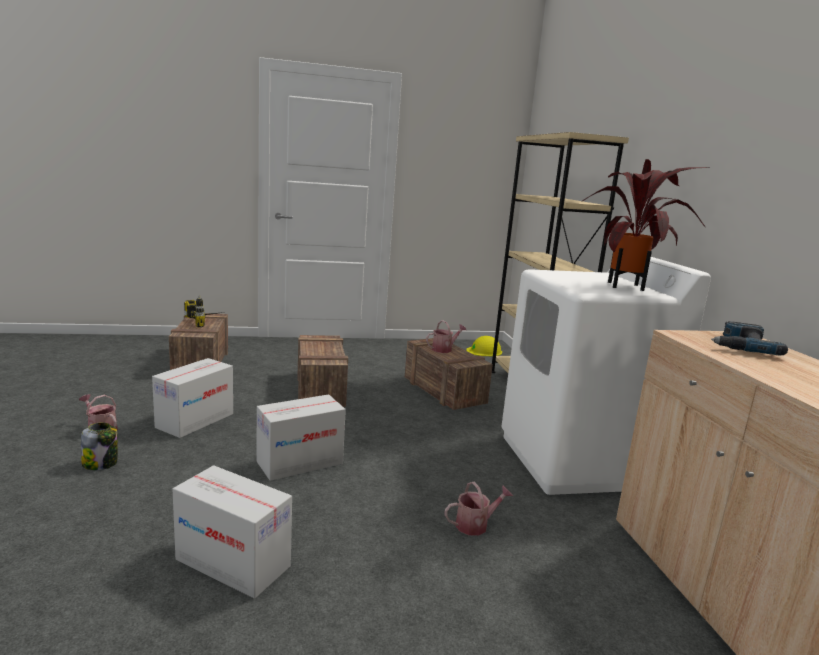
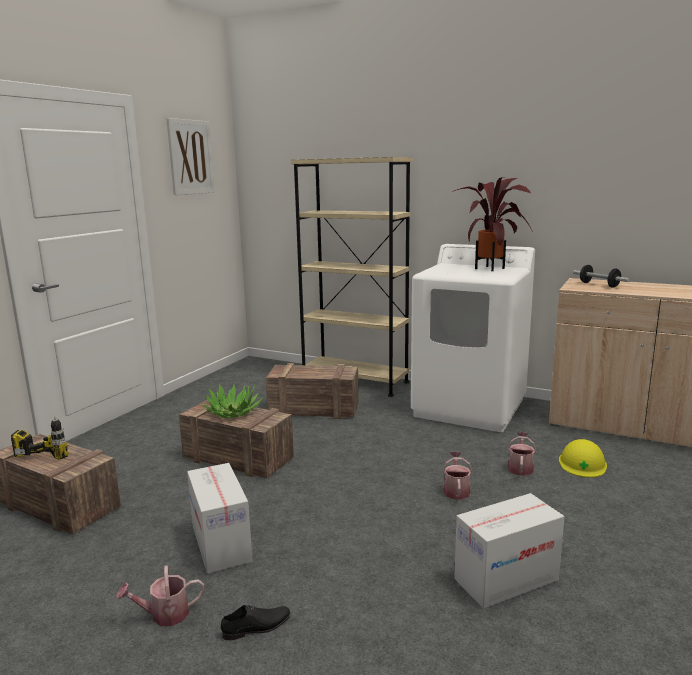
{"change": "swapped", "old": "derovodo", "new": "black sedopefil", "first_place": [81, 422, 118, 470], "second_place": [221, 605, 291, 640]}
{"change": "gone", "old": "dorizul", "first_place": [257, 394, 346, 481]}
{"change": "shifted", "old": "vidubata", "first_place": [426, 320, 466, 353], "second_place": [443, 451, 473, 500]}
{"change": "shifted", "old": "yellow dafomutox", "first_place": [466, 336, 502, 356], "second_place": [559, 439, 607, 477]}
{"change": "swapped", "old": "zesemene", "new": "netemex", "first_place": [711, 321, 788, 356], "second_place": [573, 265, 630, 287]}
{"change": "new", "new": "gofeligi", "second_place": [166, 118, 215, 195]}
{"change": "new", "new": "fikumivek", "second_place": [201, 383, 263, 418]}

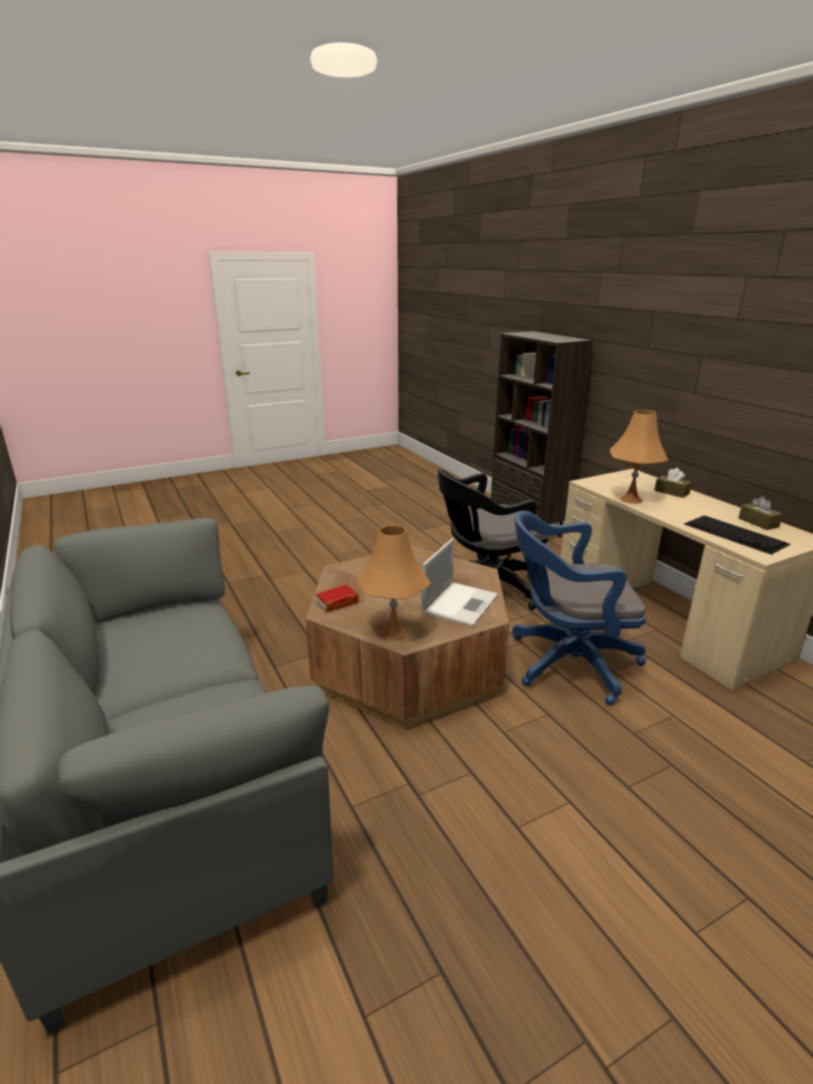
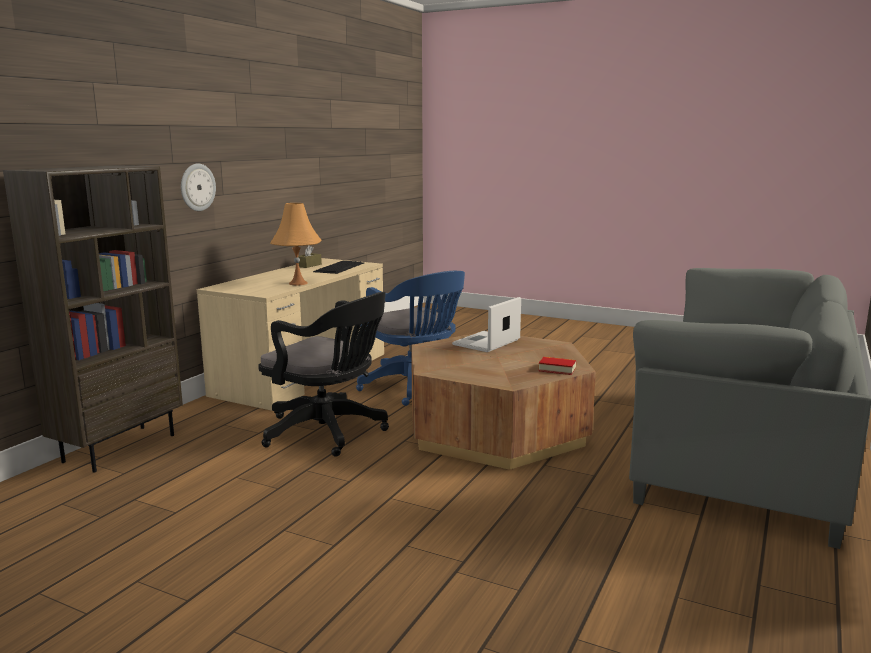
{"change": "gone", "old": "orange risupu", "first_place": [356, 525, 431, 640]}
{"change": "rotated", "old": "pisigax", "first_place": [422, 538, 498, 627], "second_place": [452, 297, 521, 352], "degrees": -45}
{"change": "gone", "old": "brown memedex", "first_place": [654, 468, 692, 498]}
{"change": "new", "new": "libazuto", "second_place": [181, 163, 216, 211]}

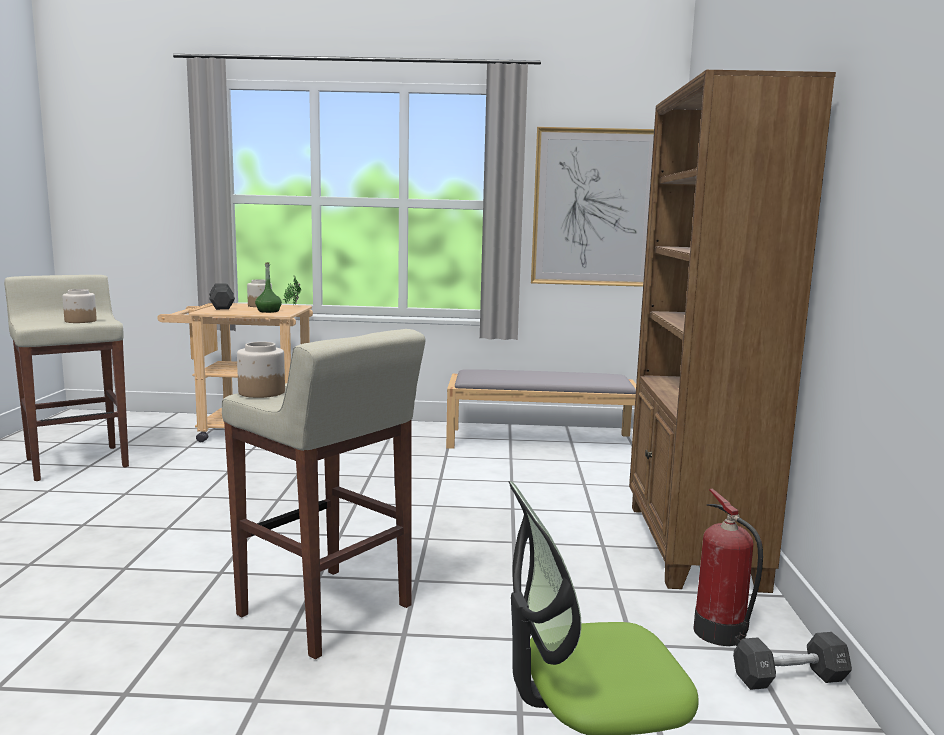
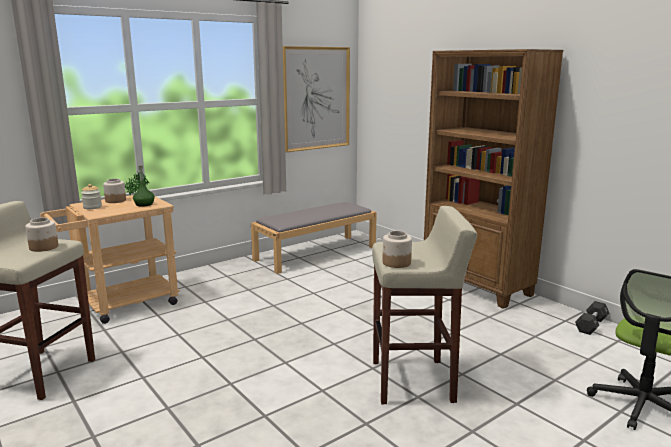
{"change": "swapped", "old": "black netemex", "new": "derovodo", "first_place": [209, 283, 235, 310], "second_place": [81, 184, 102, 209]}
{"change": "gone", "old": "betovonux", "first_place": [694, 489, 763, 646]}

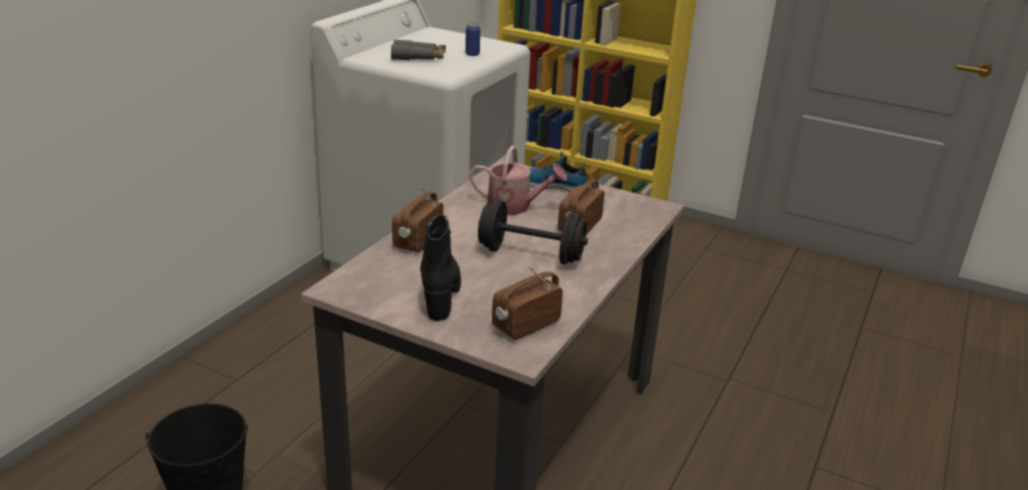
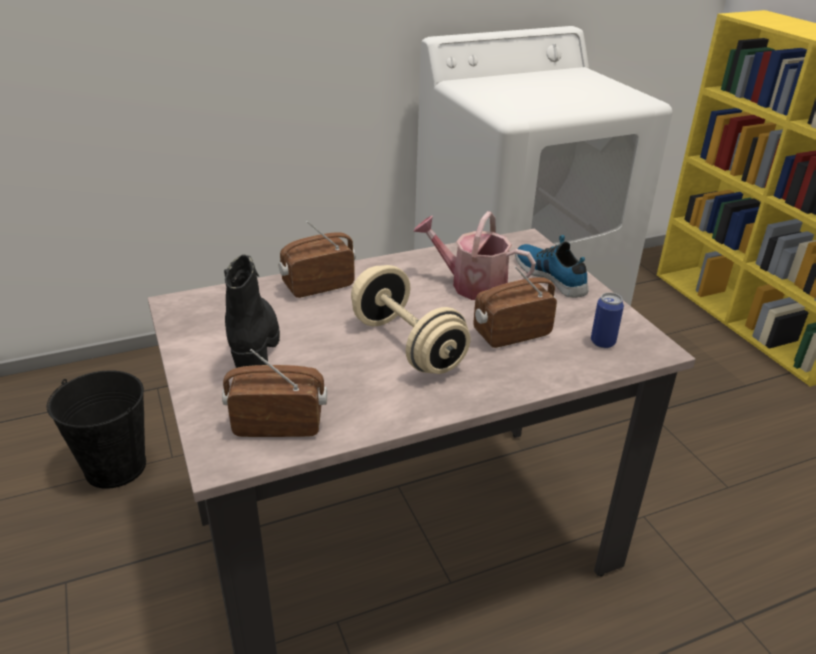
{"change": "gone", "old": "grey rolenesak", "first_place": [391, 39, 446, 60]}
{"change": "rotated", "old": "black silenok", "first_place": [420, 214, 461, 321], "second_place": [224, 254, 280, 368], "degrees": -45}
{"change": "shifted", "old": "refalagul", "first_place": [465, 23, 480, 56], "second_place": [591, 292, 624, 348]}
{"change": "rotated", "old": "vidubata", "first_place": [469, 146, 567, 215], "second_place": [413, 211, 536, 300], "degrees": 150}
{"change": "repainted", "old": "black netemex", "new": "beige netemex", "first_place": [478, 200, 588, 264], "second_place": [351, 265, 470, 374]}

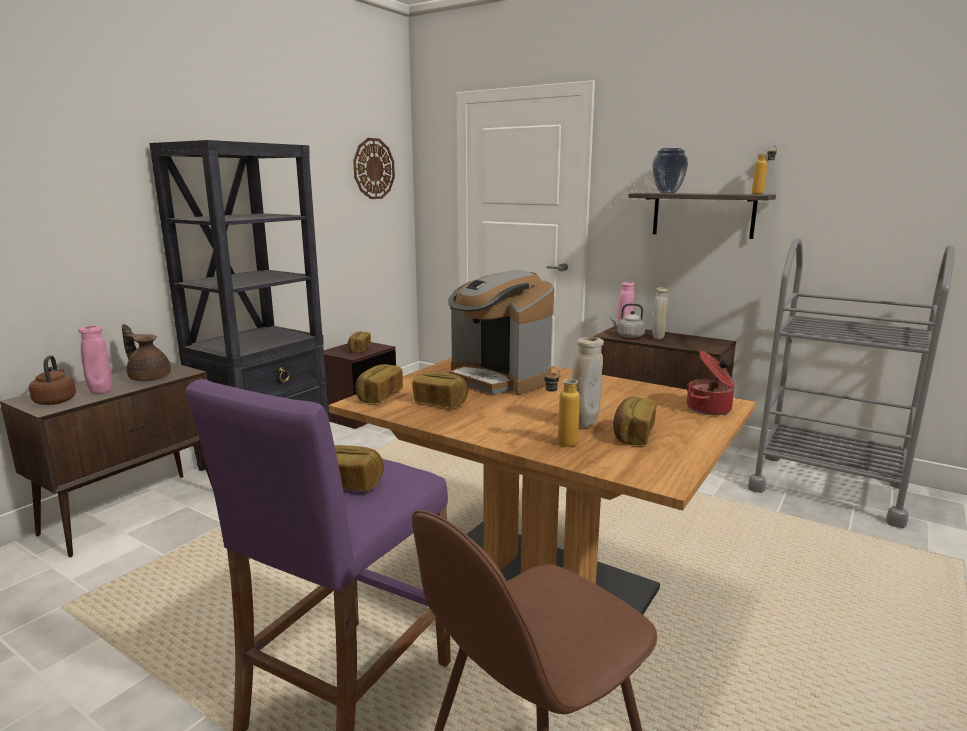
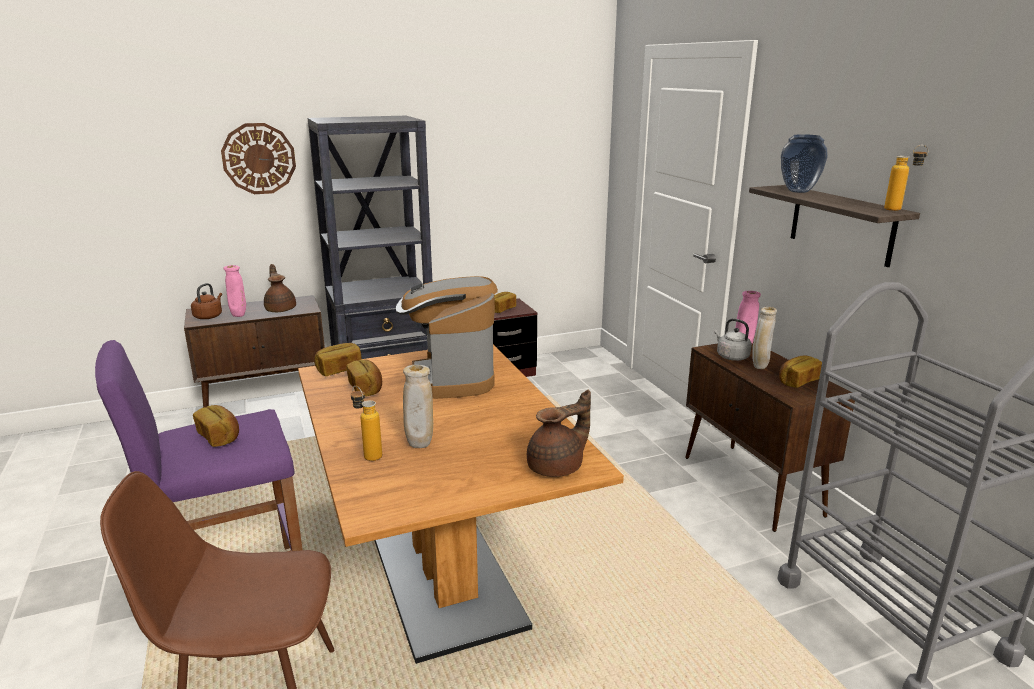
{"change": "shifted", "old": "libazuto", "first_place": [353, 138, 395, 199], "second_place": [221, 123, 296, 194]}
{"change": "shifted", "old": "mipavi", "first_place": [613, 397, 657, 445], "second_place": [779, 355, 822, 388]}
{"change": "swapped", "old": "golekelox", "new": "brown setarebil", "first_place": [687, 351, 735, 415], "second_place": [527, 390, 591, 477]}

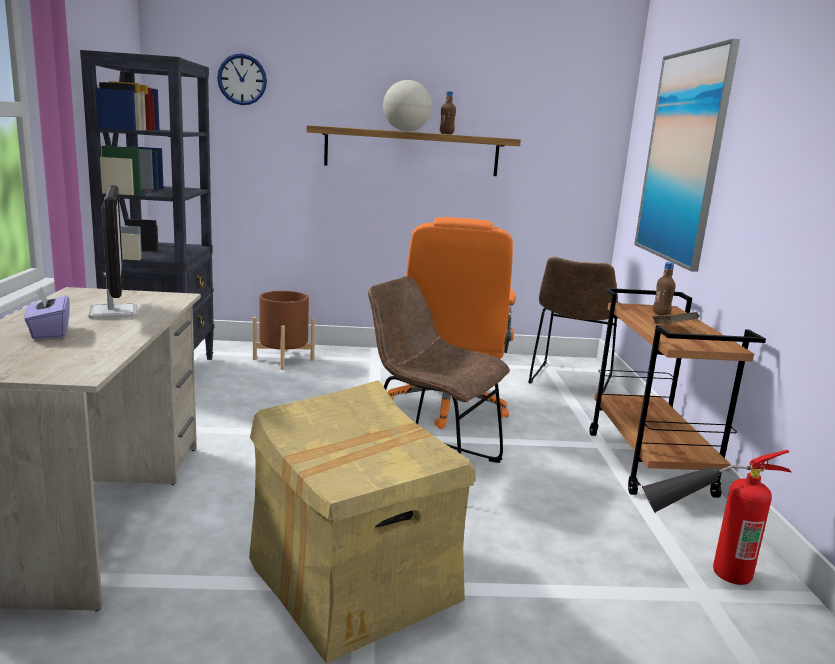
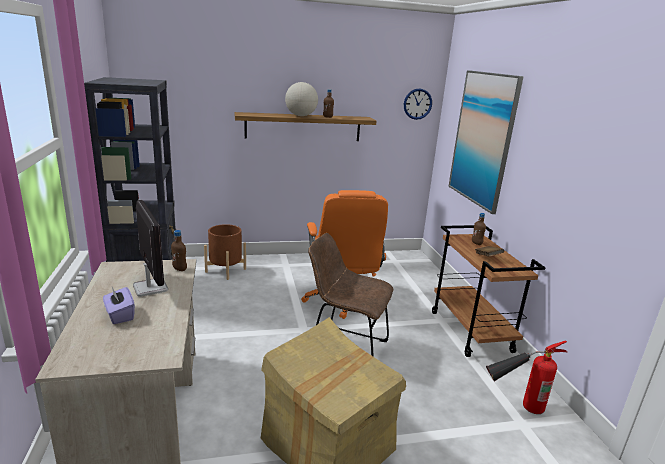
{"change": "shifted", "old": "libazuto", "first_place": [217, 54, 267, 105], "second_place": [404, 88, 432, 120]}
{"change": "gone", "old": "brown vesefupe", "first_place": [528, 257, 619, 394]}
{"change": "new", "new": "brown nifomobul", "second_place": [171, 230, 187, 271]}

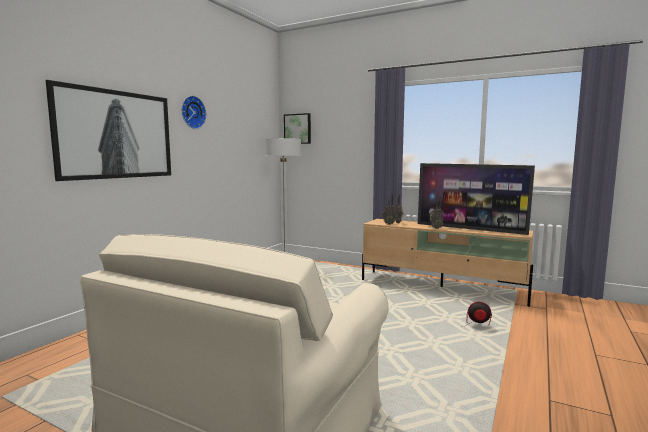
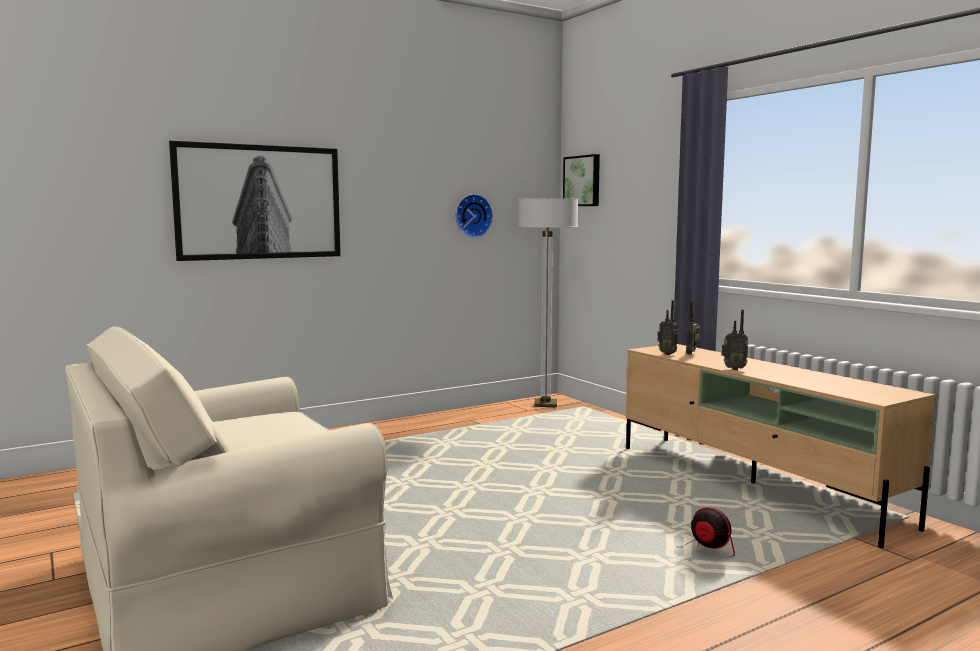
{"change": "shifted", "old": "libazuto", "first_place": [182, 96, 206, 129], "second_place": [455, 194, 493, 238]}
{"change": "gone", "old": "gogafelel", "first_place": [418, 163, 535, 235]}

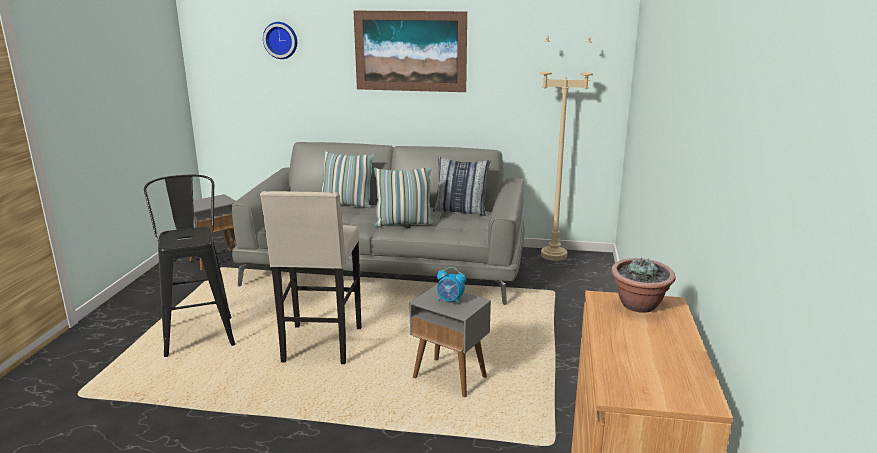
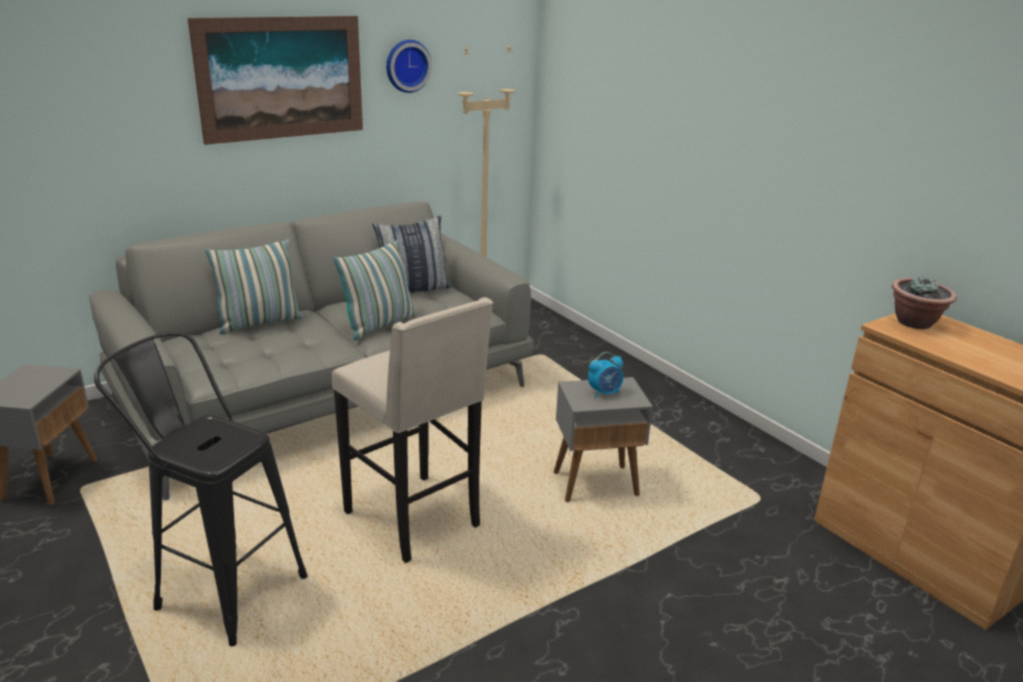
{"change": "shifted", "old": "libazuto", "first_place": [263, 22, 297, 59], "second_place": [386, 40, 432, 93]}

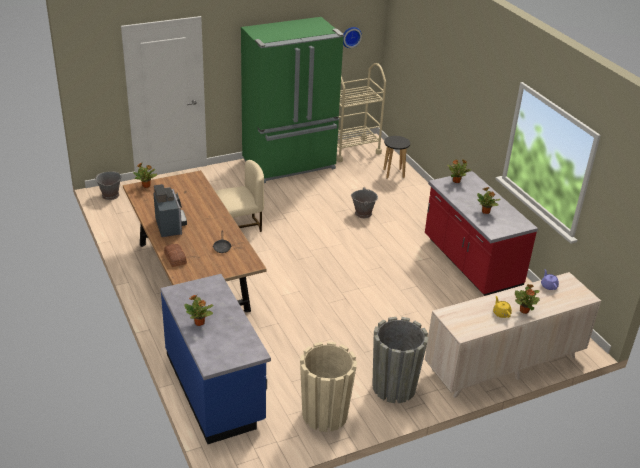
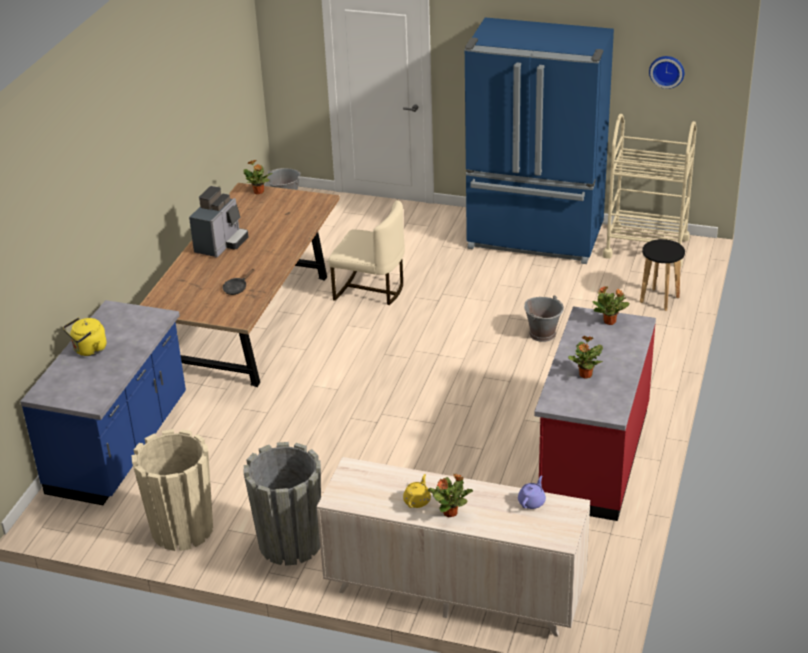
{"change": "gone", "old": "mipavi", "first_place": [164, 244, 187, 267]}
{"change": "swapped", "old": "fikumivek", "new": "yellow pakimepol", "first_place": [184, 294, 214, 326], "second_place": [63, 317, 107, 356]}
{"change": "repainted", "old": "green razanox", "new": "blue razanox", "first_place": [241, 17, 344, 183], "second_place": [464, 17, 614, 264]}

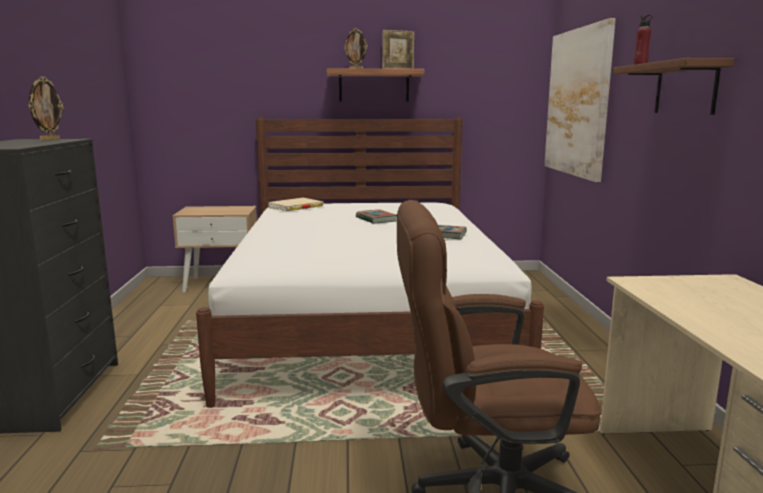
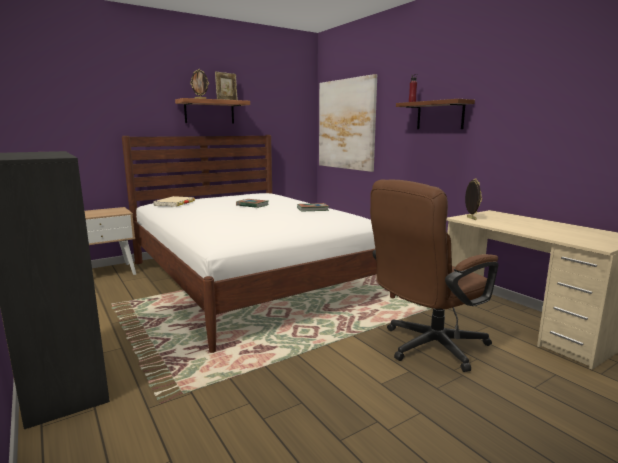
{"change": "shifted", "old": "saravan", "first_place": [29, 76, 63, 141], "second_place": [465, 178, 482, 220]}

